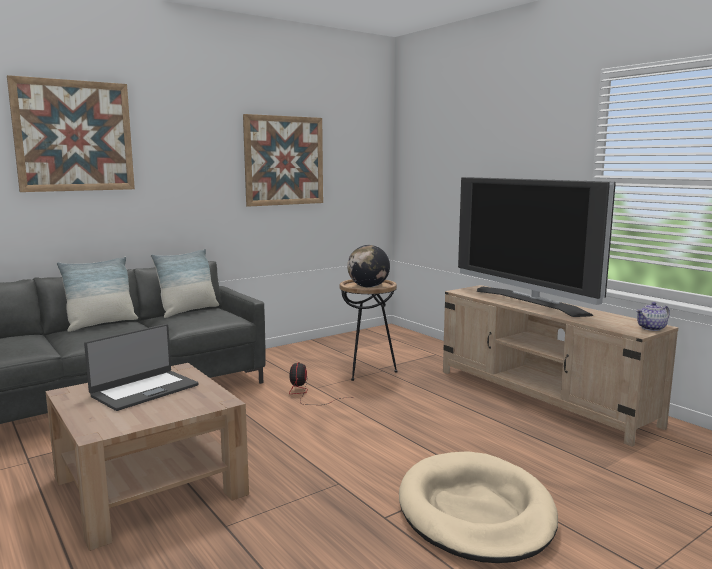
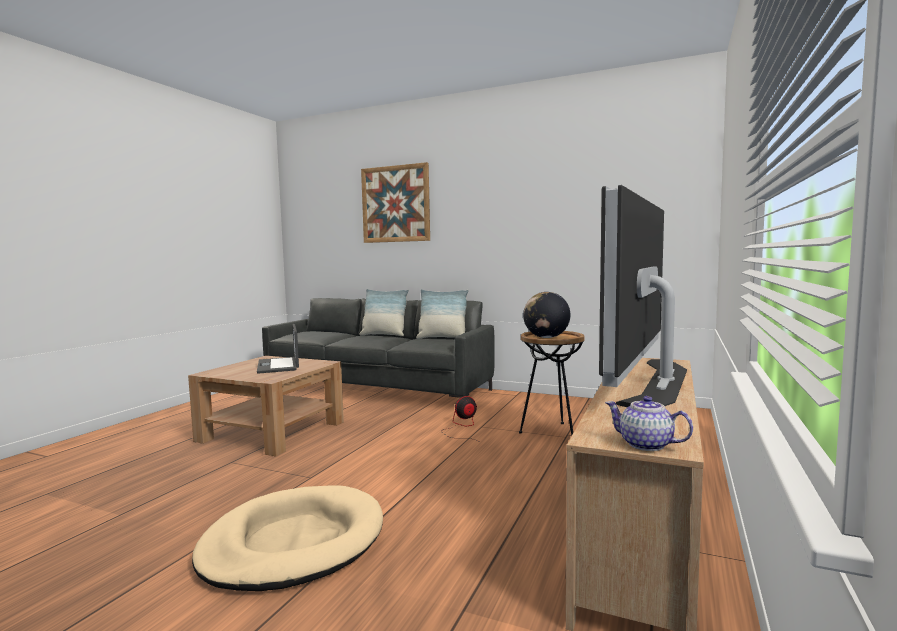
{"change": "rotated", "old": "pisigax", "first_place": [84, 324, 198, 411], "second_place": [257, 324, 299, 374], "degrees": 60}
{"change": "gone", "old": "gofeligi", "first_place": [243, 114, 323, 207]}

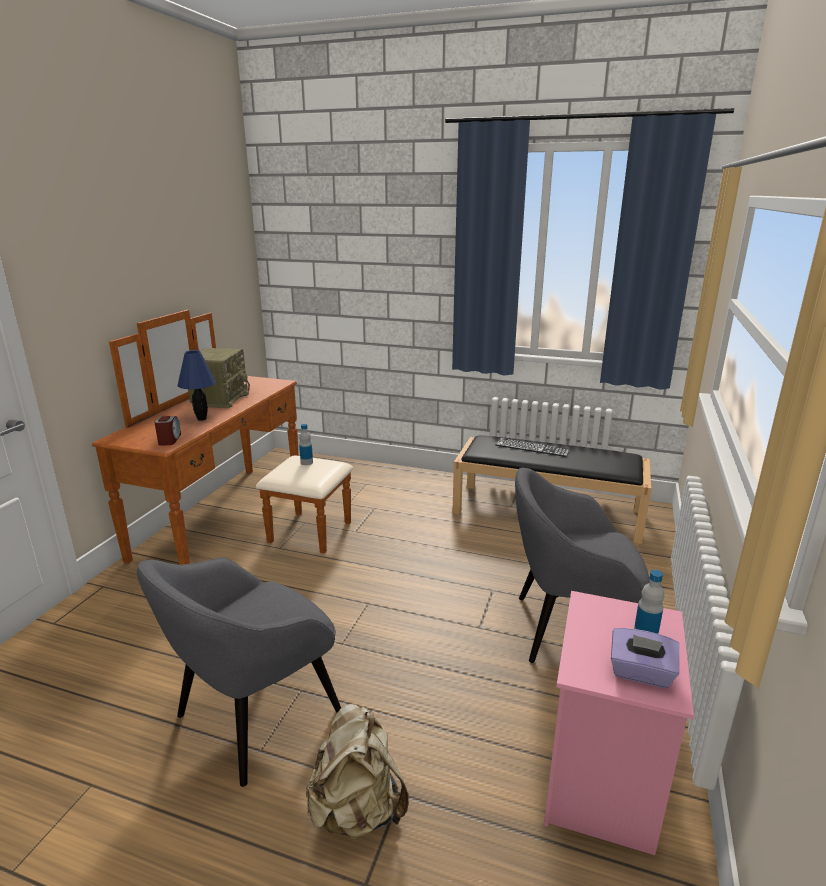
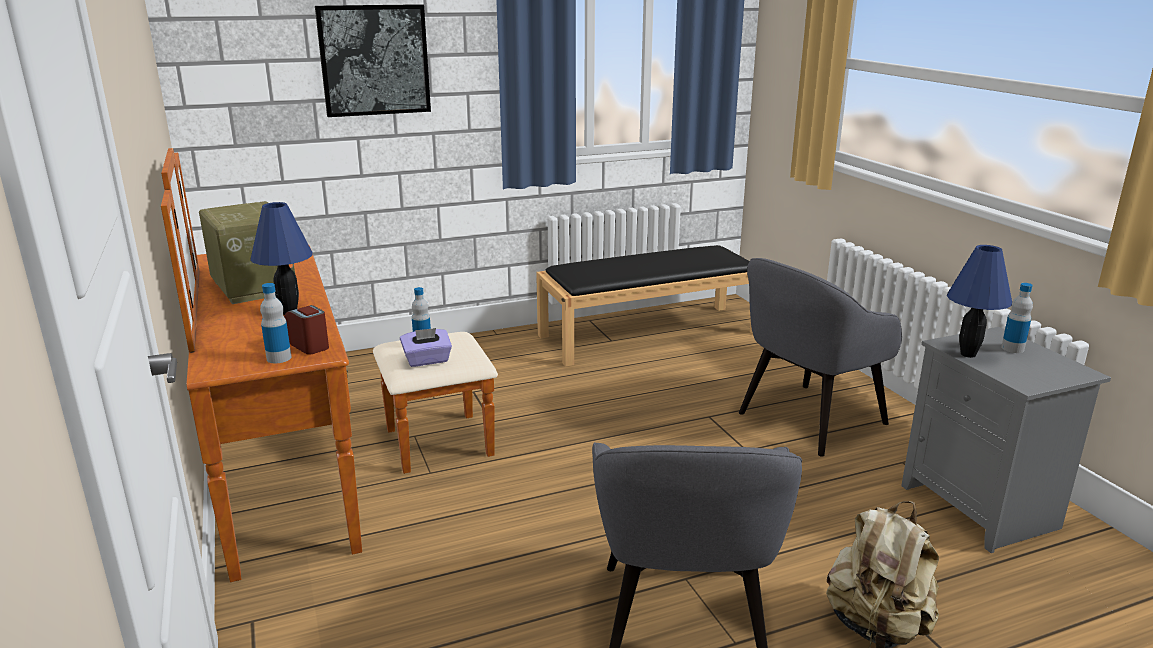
{"change": "gone", "old": "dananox", "first_place": [495, 438, 570, 457]}
{"change": "repainted", "old": "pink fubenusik", "new": "grey fubenusik", "first_place": [544, 591, 694, 855], "second_place": [901, 327, 1111, 553]}
{"change": "shifted", "old": "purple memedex", "first_place": [611, 628, 679, 688], "second_place": [400, 328, 452, 367]}
{"change": "new", "new": "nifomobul", "second_place": [260, 283, 291, 363]}
{"change": "new", "new": "gofeligi", "second_place": [315, 4, 431, 117]}
{"change": "new", "new": "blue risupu", "second_place": [947, 245, 1012, 358]}

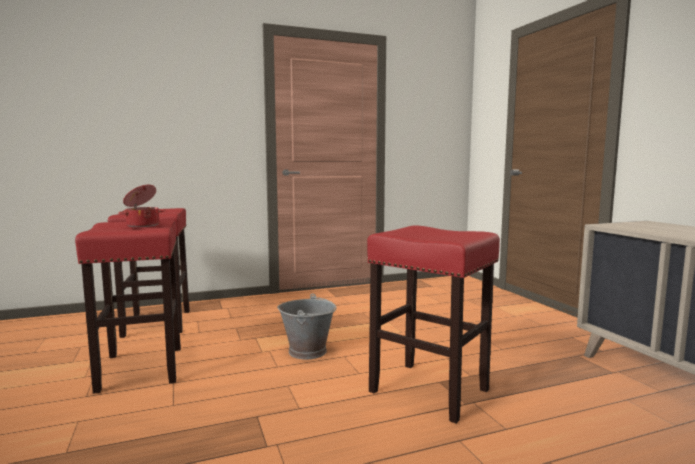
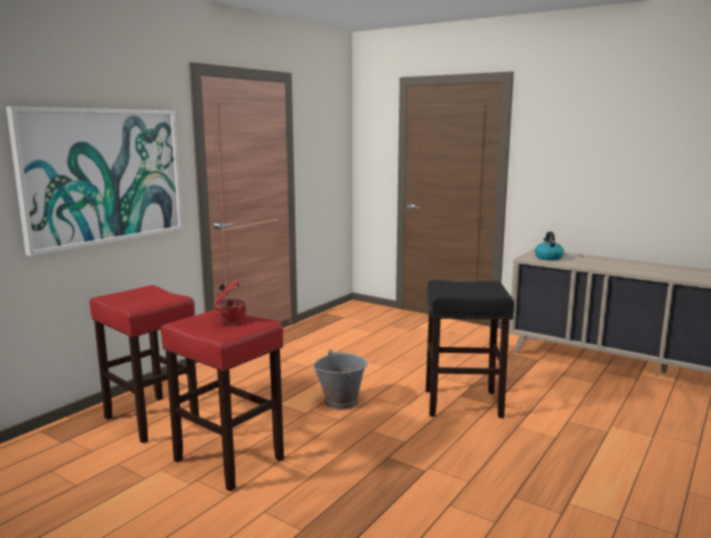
{"change": "repainted", "old": "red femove", "new": "black femove", "first_place": [367, 226, 500, 424], "second_place": [426, 280, 514, 418]}
{"change": "new", "new": "gofeligi", "second_place": [6, 106, 183, 256]}
{"change": "new", "new": "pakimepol", "second_place": [535, 232, 564, 260]}

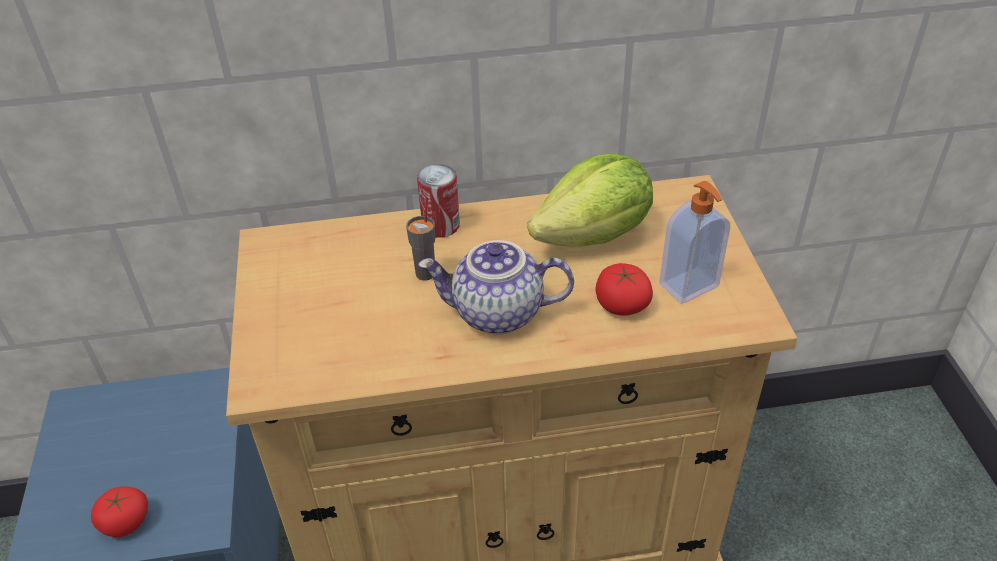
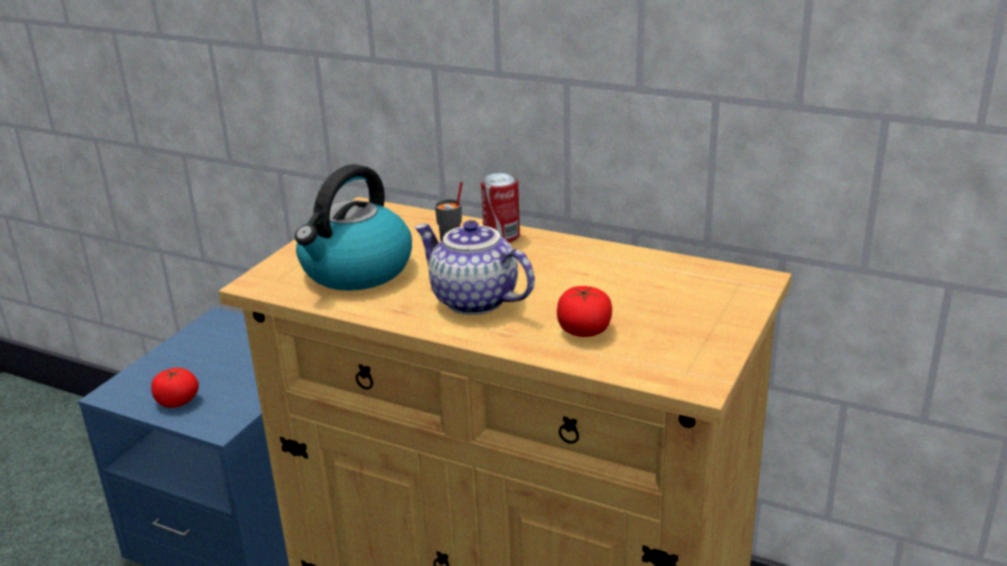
{"change": "gone", "old": "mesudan", "first_place": [527, 153, 653, 248]}
{"change": "gone", "old": "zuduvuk", "first_place": [659, 181, 730, 304]}
{"change": "new", "new": "pakimepol", "second_place": [295, 164, 412, 291]}

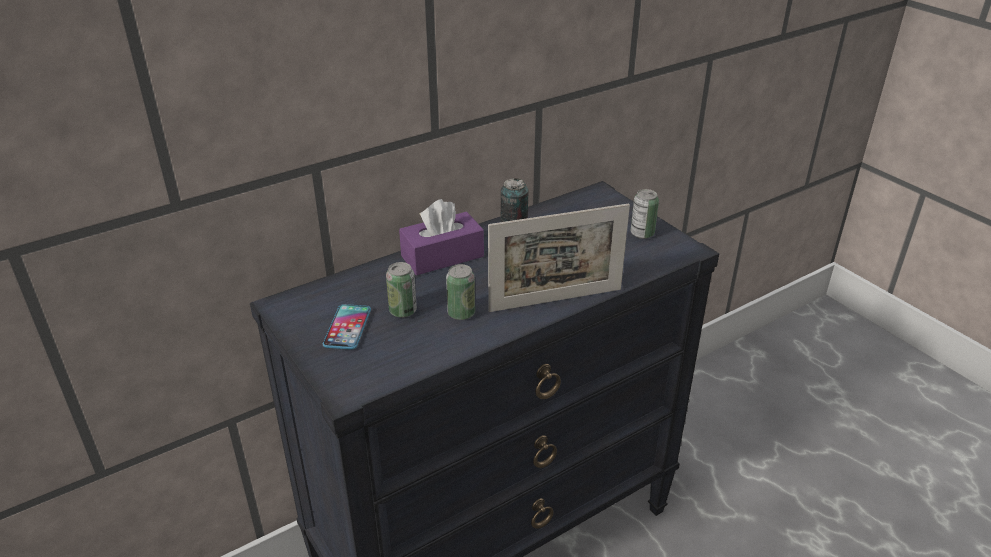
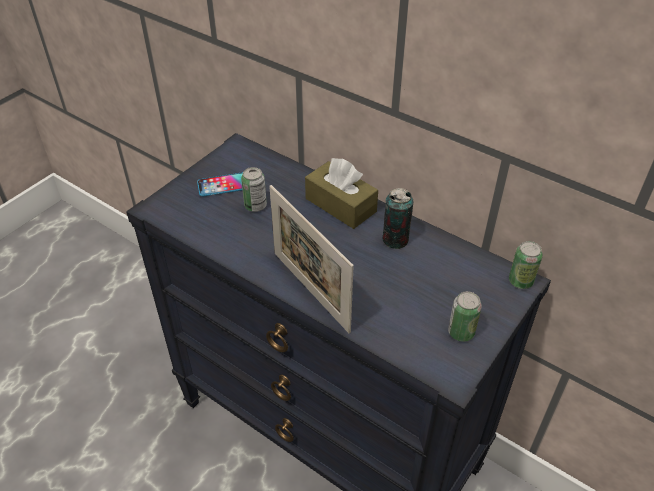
{"change": "repainted", "old": "purple memedex", "new": "brown memedex", "first_place": [399, 199, 484, 275], "second_place": [305, 158, 378, 229]}
{"change": "shifted", "old": "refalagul", "first_place": [446, 264, 475, 320], "second_place": [509, 241, 543, 289]}

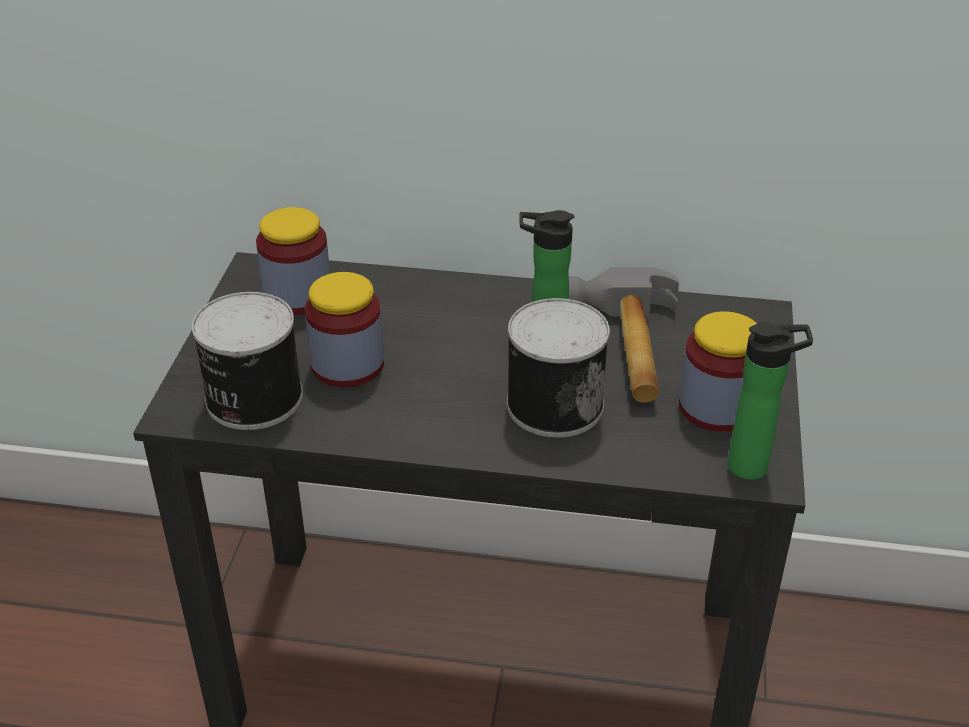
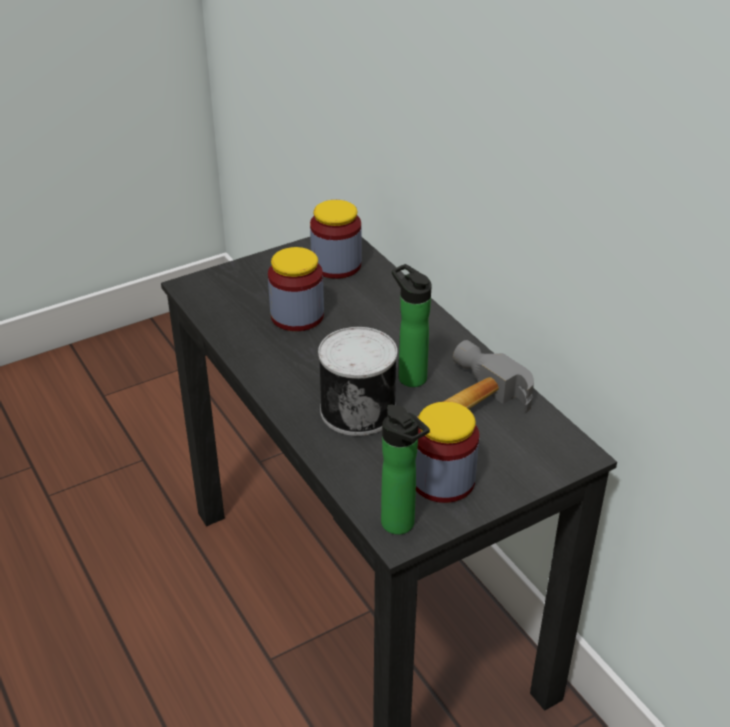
{"change": "gone", "old": "refalagul", "first_place": [192, 292, 303, 430]}

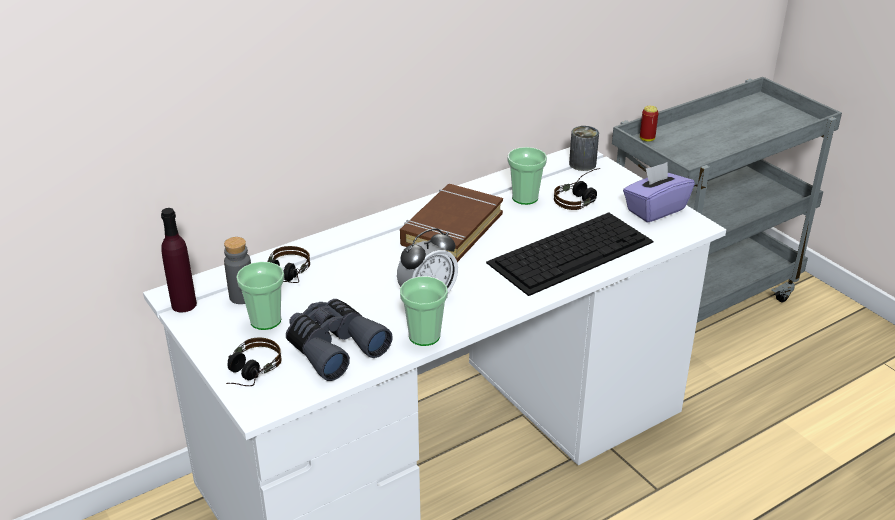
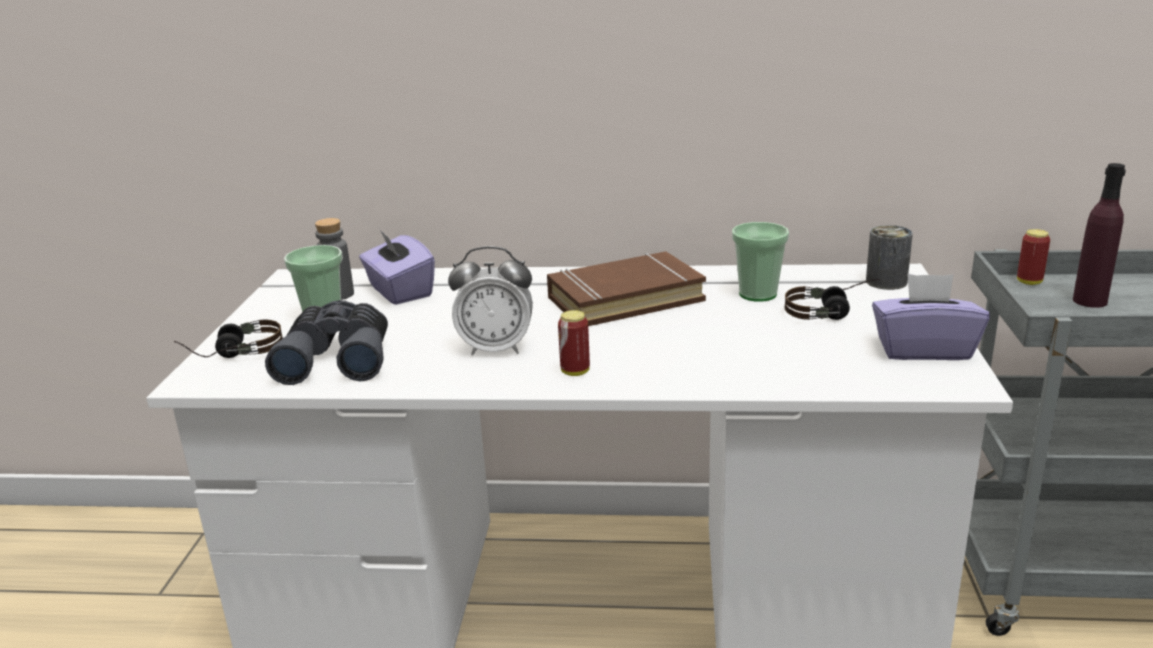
{"change": "shifted", "old": "purple nifomobul", "first_place": [161, 208, 197, 312], "second_place": [1073, 163, 1126, 308]}
{"change": "swapped", "old": "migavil", "new": "purple memedex", "first_place": [267, 246, 310, 283], "second_place": [359, 230, 435, 305]}
{"change": "gone", "old": "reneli", "first_place": [400, 276, 448, 346]}
{"change": "gone", "old": "dananox", "first_place": [486, 213, 653, 296]}
{"change": "new", "new": "refalagul", "second_place": [558, 310, 590, 376]}

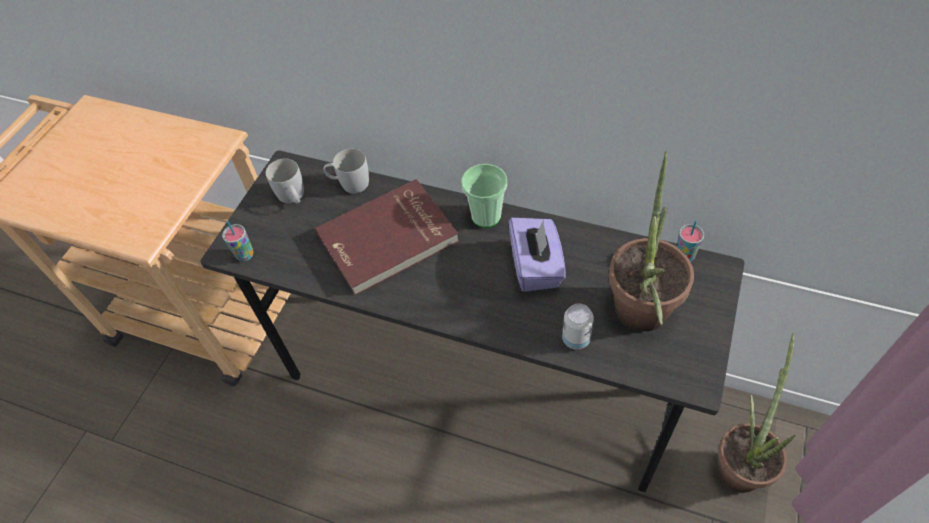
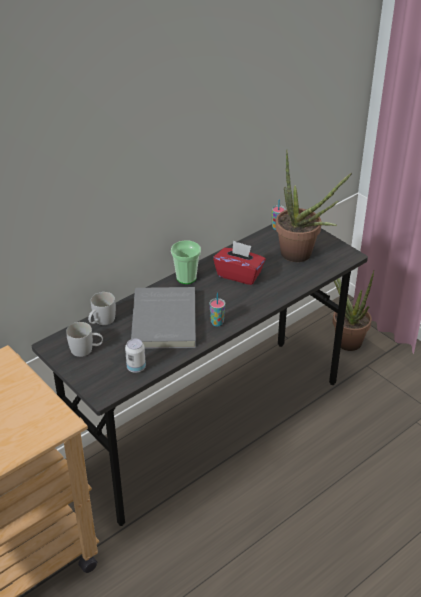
{"change": "shifted", "old": "reneli", "first_place": [222, 221, 254, 262], "second_place": [210, 293, 225, 326]}
{"change": "repainted", "old": "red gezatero", "new": "grey gezatero", "first_place": [315, 179, 459, 295], "second_place": [131, 287, 196, 349]}
{"change": "repainted", "old": "purple memedex", "new": "red memedex", "first_place": [509, 218, 566, 292], "second_place": [213, 241, 266, 285]}
{"change": "shifted", "old": "refalagul", "first_place": [562, 303, 594, 349], "second_place": [125, 339, 146, 373]}

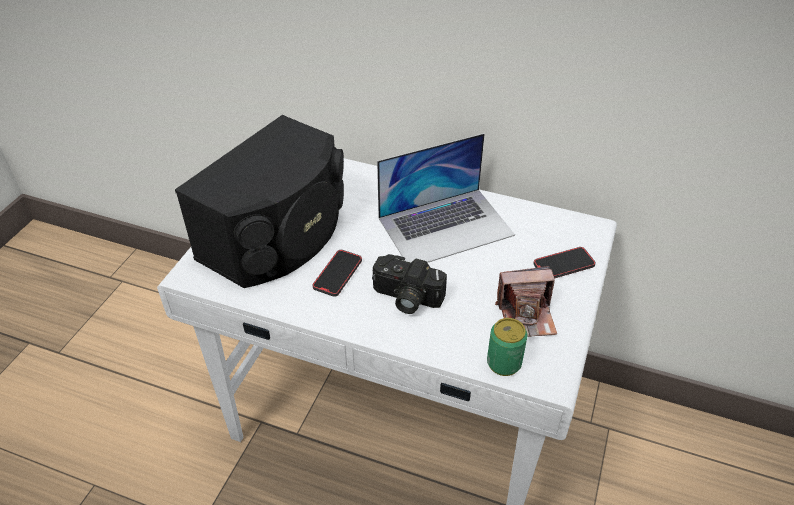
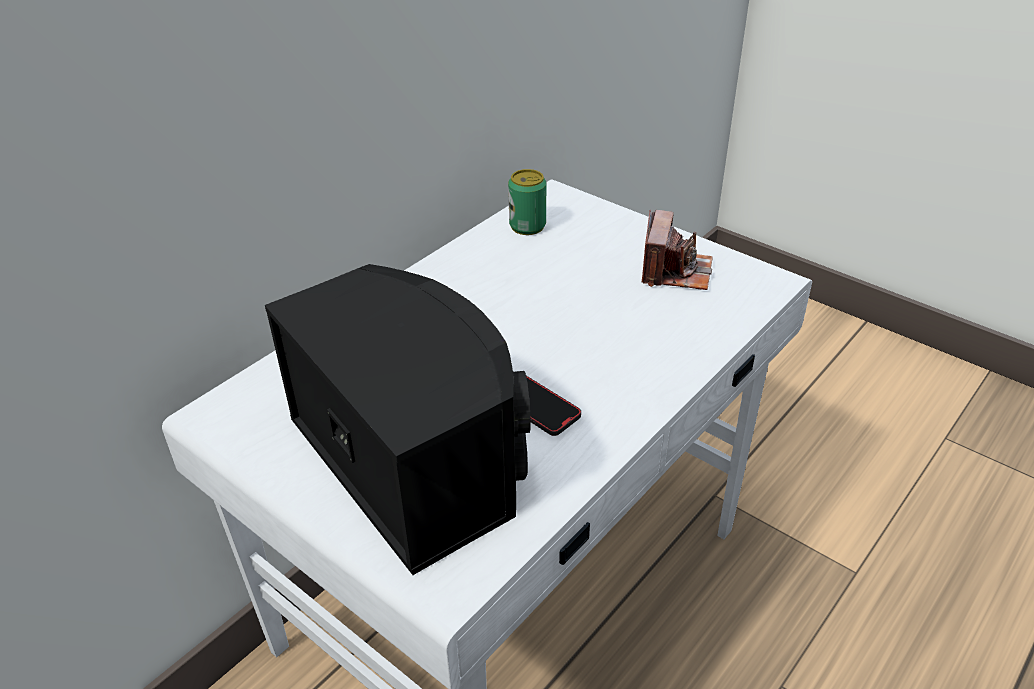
{"change": "gone", "old": "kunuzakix", "first_place": [372, 254, 447, 314]}
{"change": "gone", "old": "pisigax", "first_place": [377, 133, 515, 263]}
{"change": "shifted", "old": "refalagul", "first_place": [487, 318, 527, 376], "second_place": [508, 169, 546, 235]}
{"change": "gone", "old": "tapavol", "first_place": [534, 247, 596, 279]}

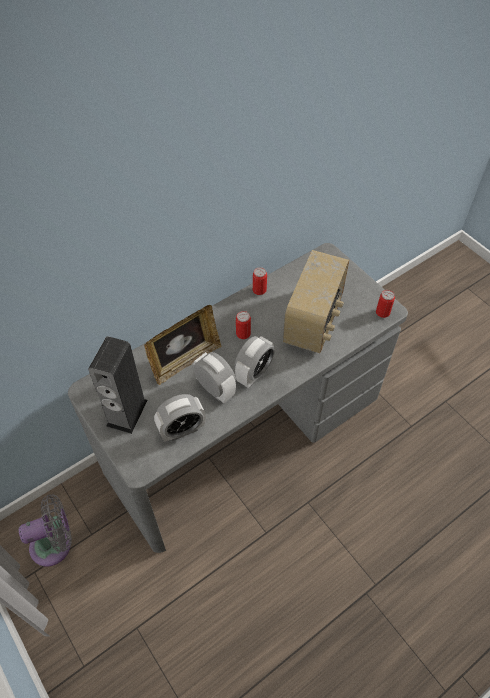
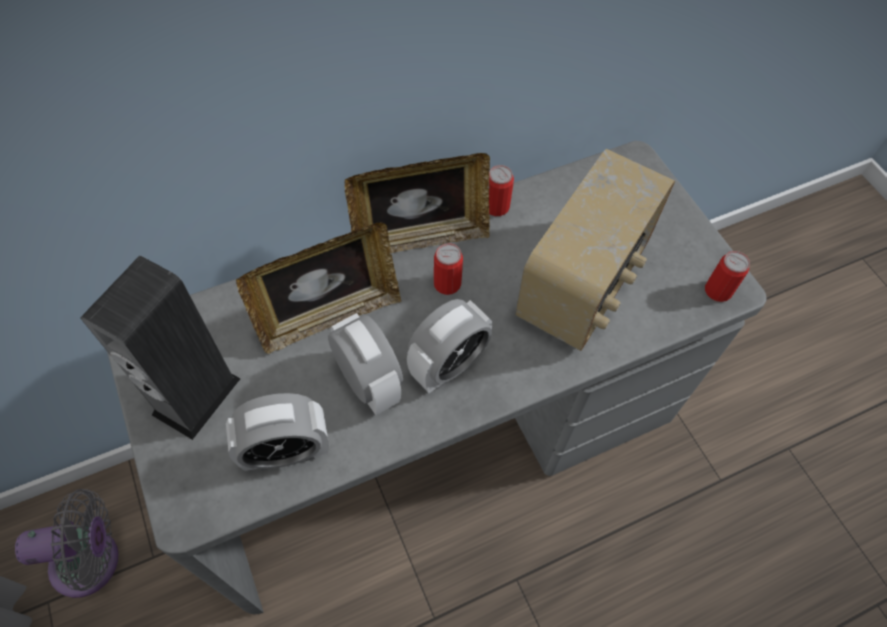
{"change": "new", "new": "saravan", "second_place": [345, 153, 490, 253]}

